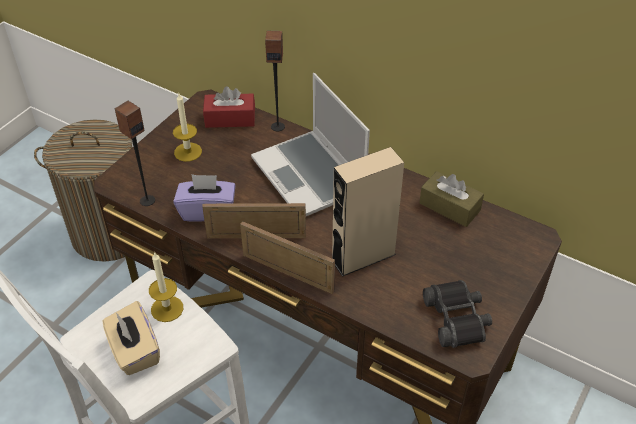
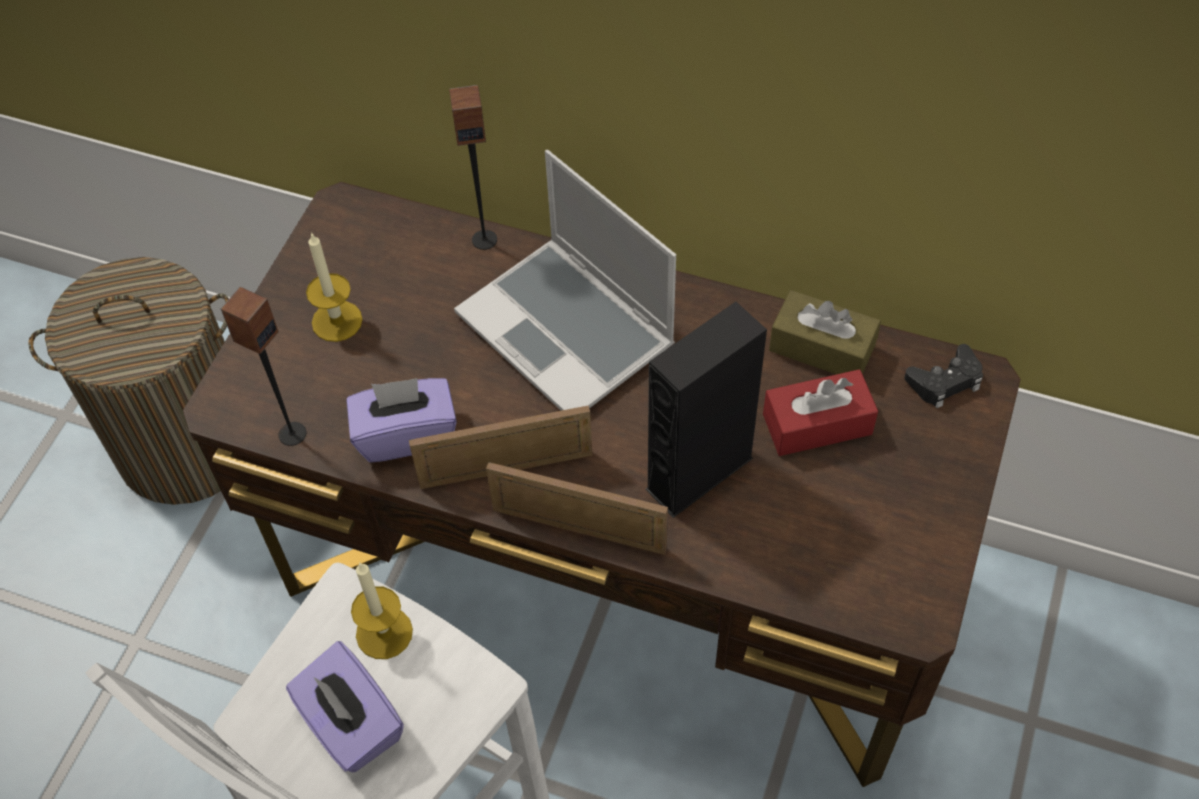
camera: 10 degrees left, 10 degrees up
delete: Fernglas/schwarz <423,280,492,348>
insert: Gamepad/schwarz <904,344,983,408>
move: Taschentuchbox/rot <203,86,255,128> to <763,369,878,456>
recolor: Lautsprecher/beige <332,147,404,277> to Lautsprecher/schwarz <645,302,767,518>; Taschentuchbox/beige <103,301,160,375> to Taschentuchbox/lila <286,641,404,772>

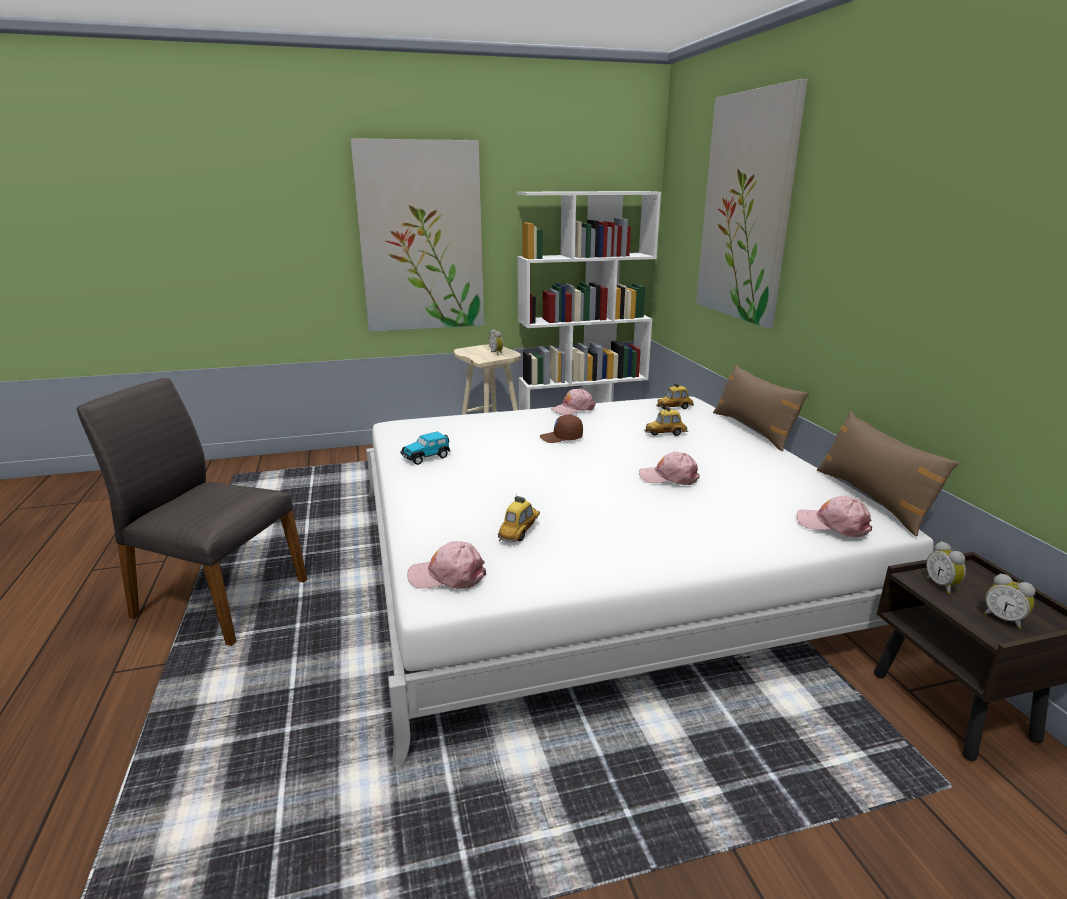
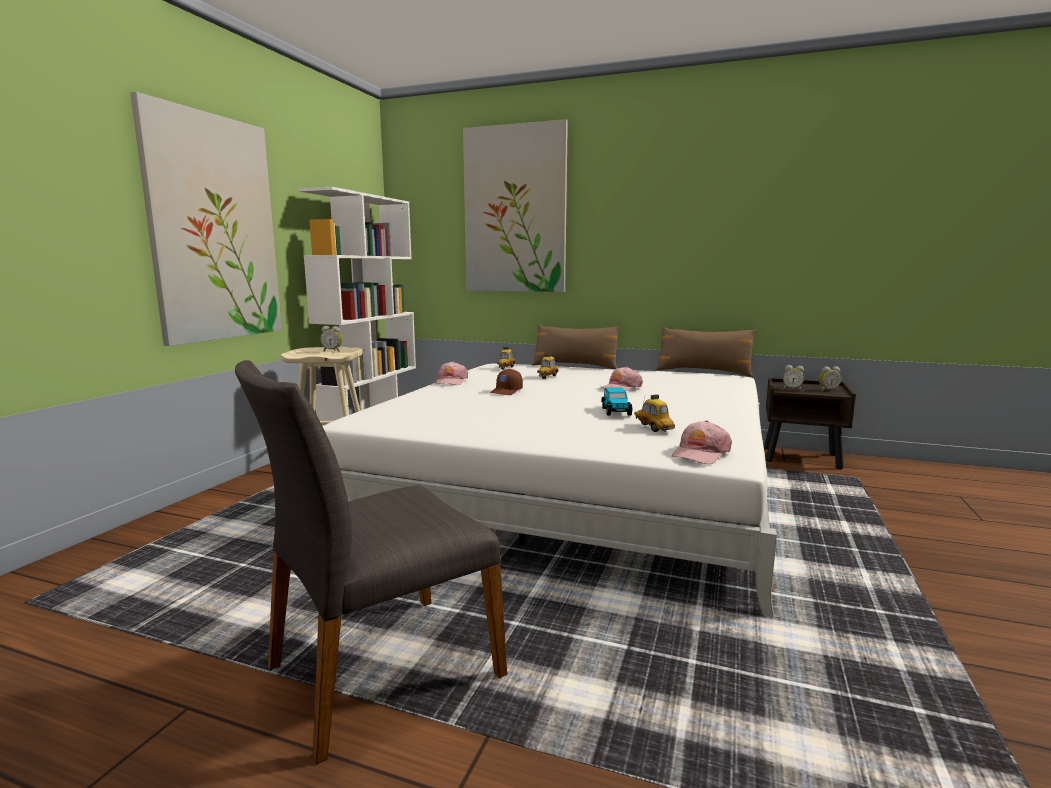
camera: 55 degrees left, 10 degrees down
delete: Kappe/rosa <797,496,872,538>
move: Spielzeugauto <400,431,450,465> to <601,388,632,416>

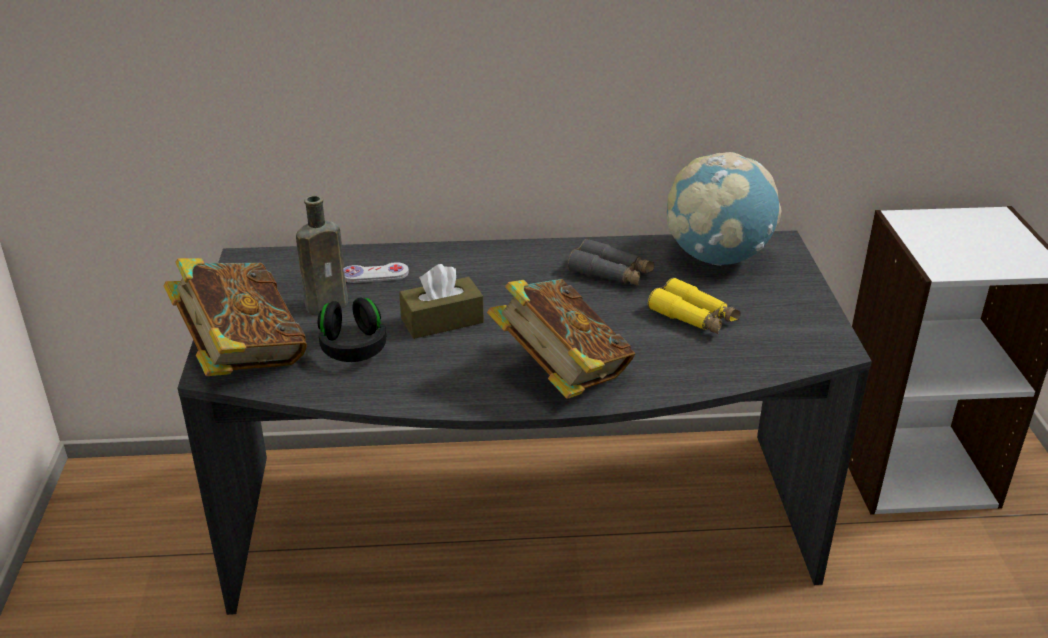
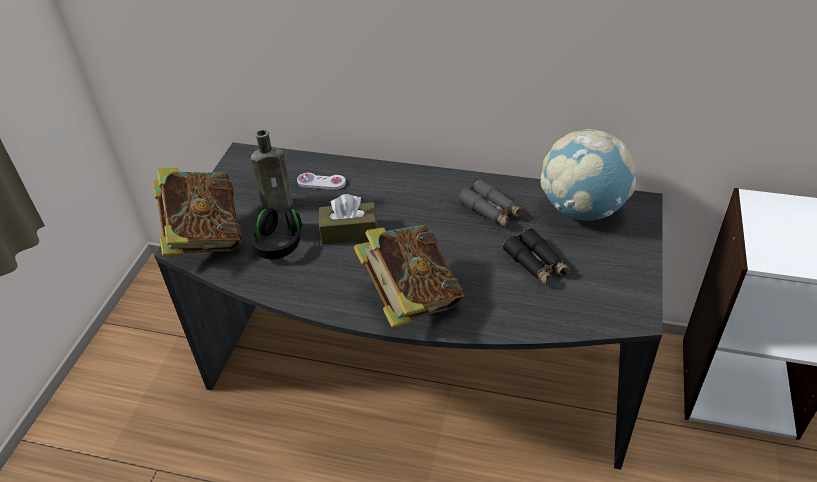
camera: 20 degrees right, 10 degrees up
recolor: Fernglas/gelb <648,277,741,334> to Fernglas/schwarz <503,228,571,286>

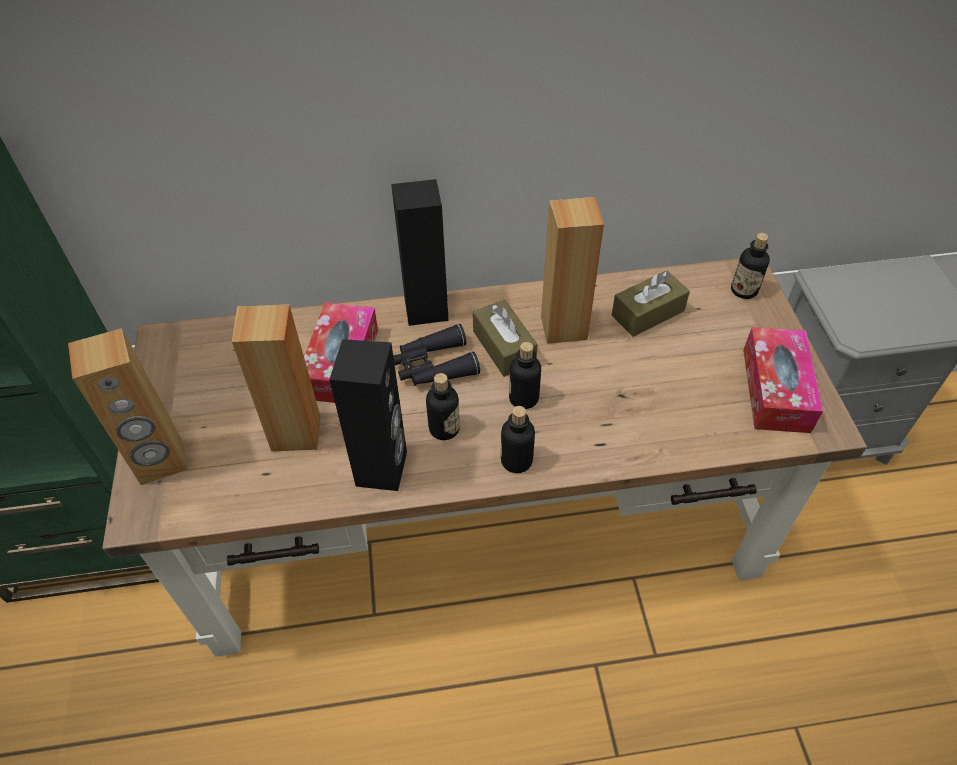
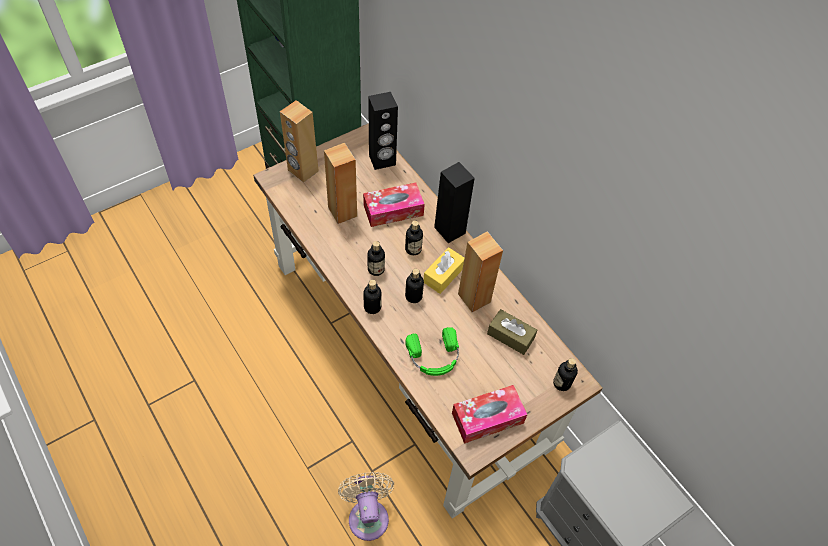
camera: 60 degrees right, 5 degrees up
insert: Kopfhörer/grün <405,327,459,376>; Ventilator/beige <338,472,394,541>
move: Lautsprecher/schwarz <329,339,407,491> to <368,92,398,170>
replace: Fernglas/schwarz <393,324,480,386> to Flasche <405,220,423,255>
recolor: Taschentuchbox/braun <473,300,538,377> to Taschentuchbox/gelb <423,247,464,294>

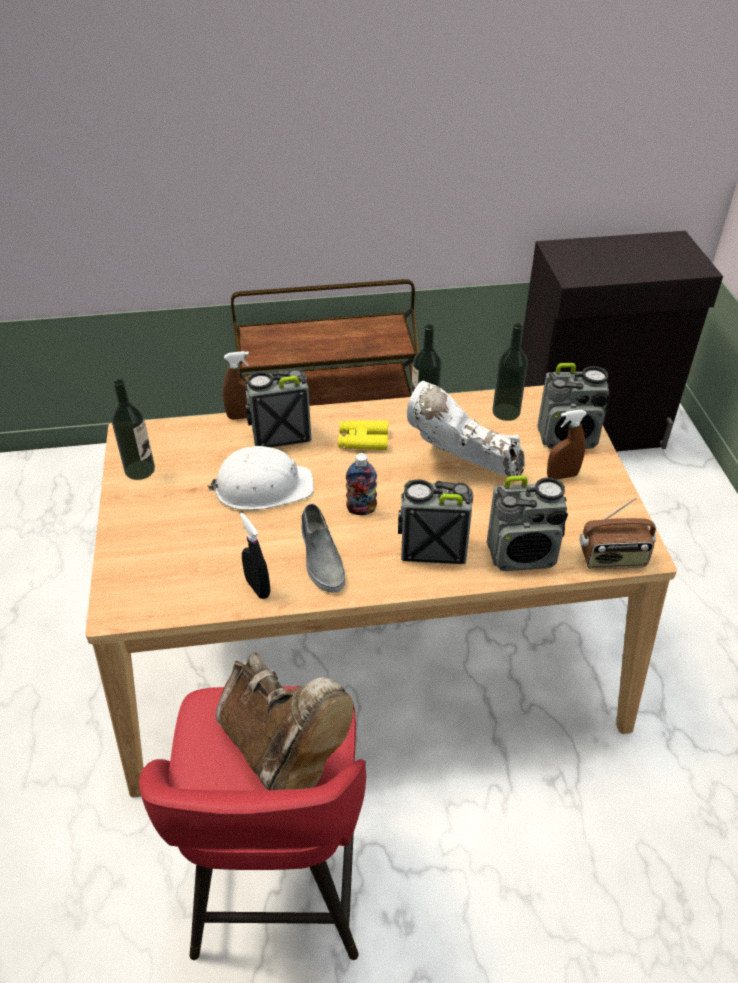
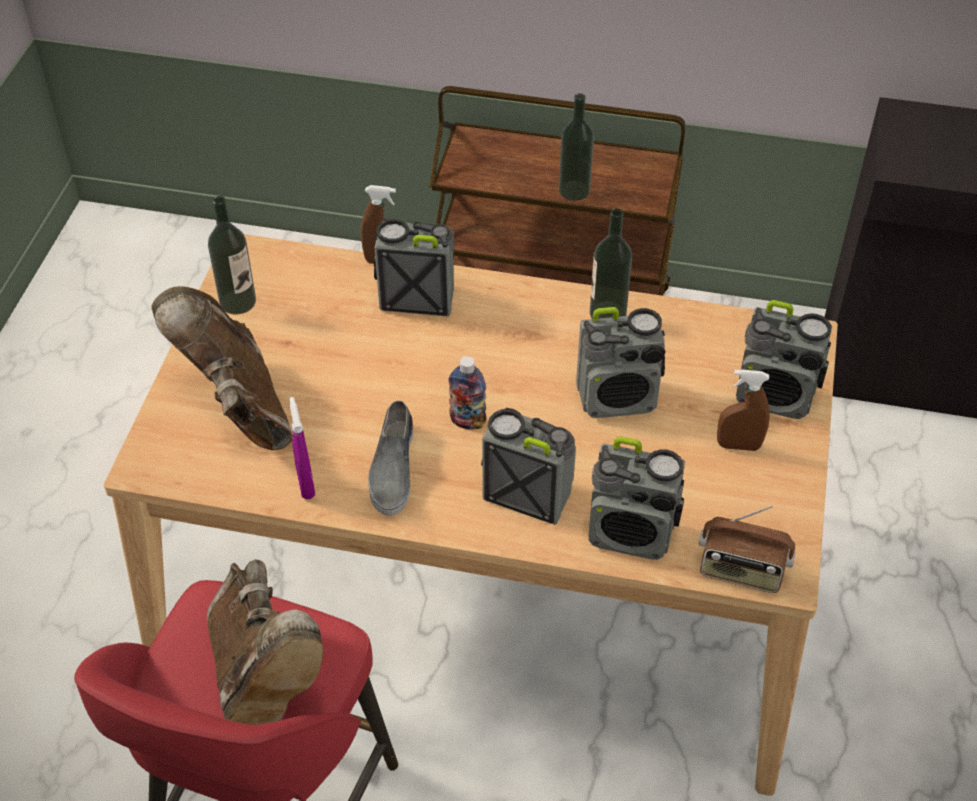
camera: 20 degrees right, 5 degrees up
delete: Fernglas/gelb <338,420,388,450>; Schutzhelm/weiß <207,446,314,510>
insert: Stiefel/braun <151,286,293,450>
move: Flasche <492,323,528,421> to <559,93,594,201>
replace: Stiefel/weiß <407,381,525,477> to Radio <576,307,666,418>
recolor: Sprühflasche/schwarz <240,513,270,599> to Sprühflasche/lila <290,397,315,499>

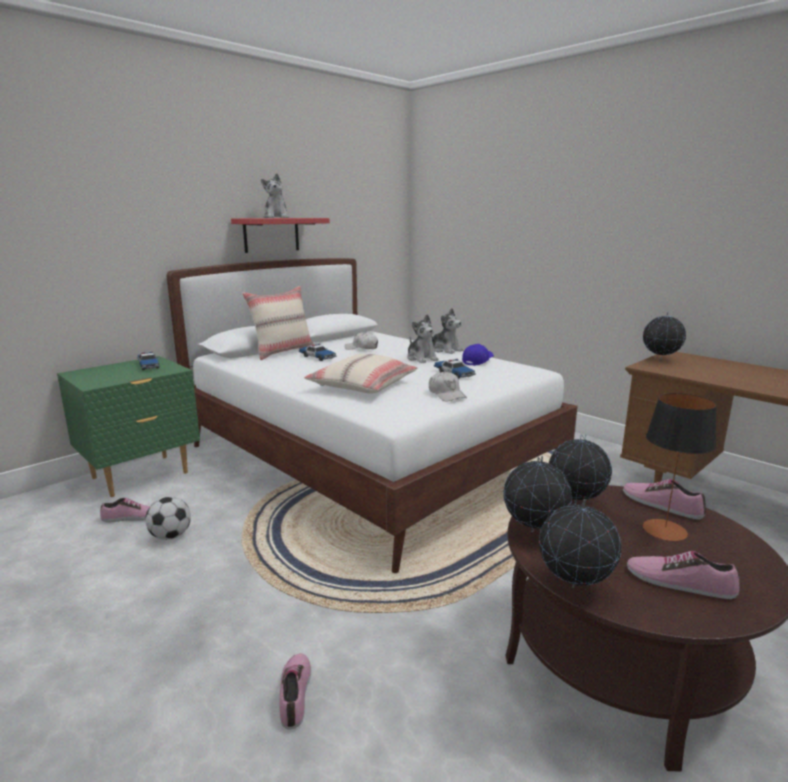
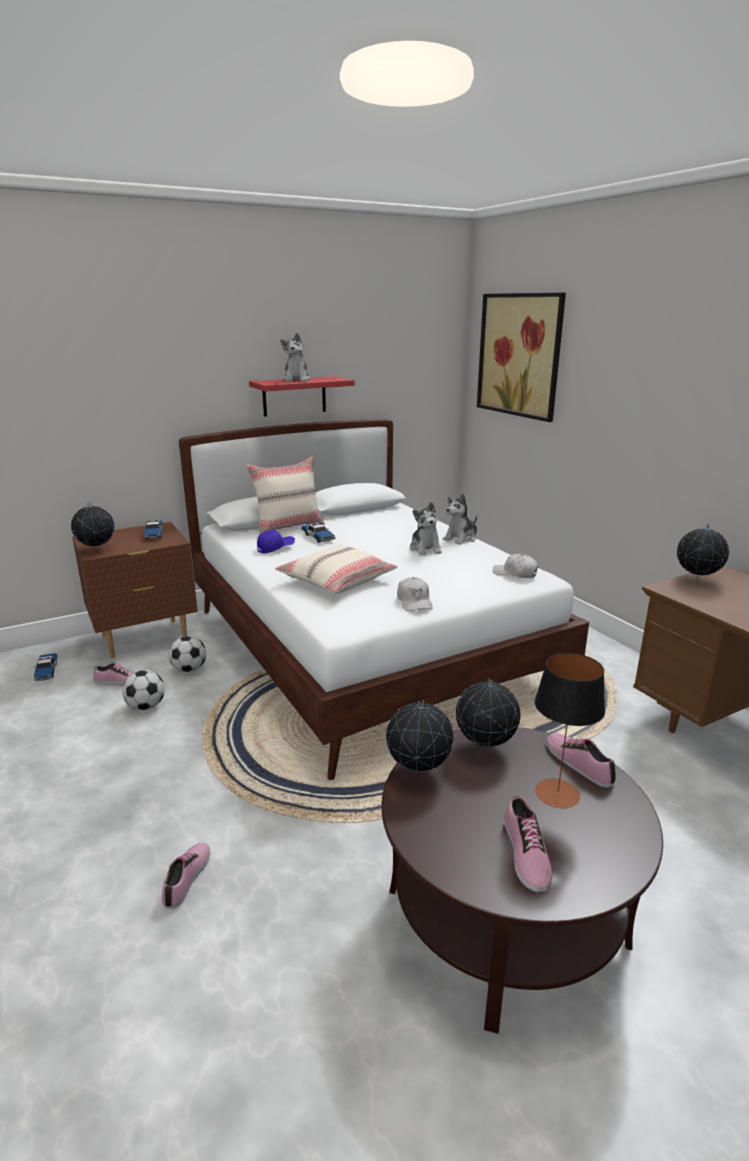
camera: 15 degrees right, 5 degrees up
insert: Bild <477,293,566,422>; Fußball <169,636,206,672>
move: Kappe/weiß <344,332,378,350> to <493,553,538,578>; Kappe/blau <462,344,494,366> to <257,530,295,554>; Spielzeugauto <434,359,476,379> to <34,653,57,681>; Globus <539,499,621,588> to <71,502,115,551>
recolor: Nachttisch/grün <57,356,200,497> to Nachttisch/braun <72,522,198,658>
rotate: Plüschtier <431,308,463,354> = <443,494,477,545> 75 degrees clockwise; Schuh <627,551,740,599> = <504,796,552,892> 135 degrees counterclockwise

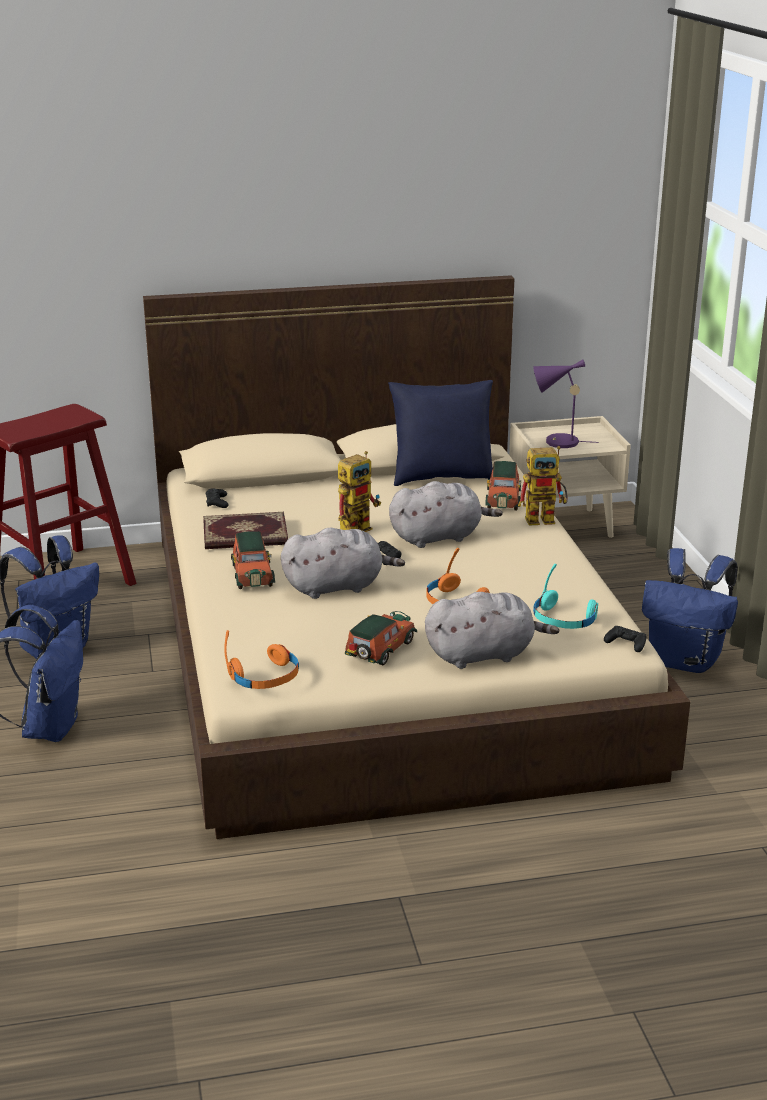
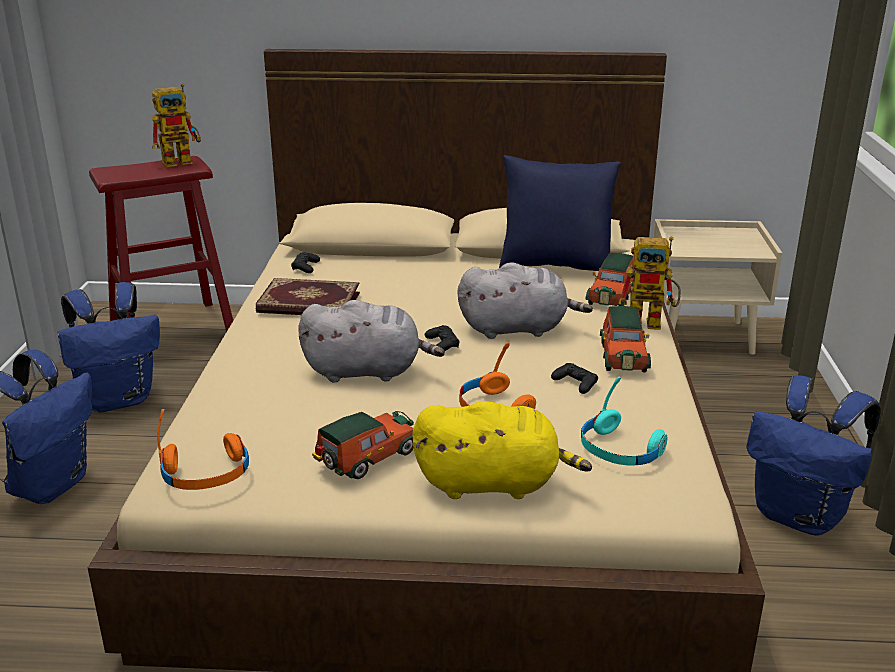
camera: 15 degrees right, 0 degrees up
delete: Tischlampe/lila <533,359,599,448>
move: Spielzeugroboter <338,451,381,532> to <152,83,201,167>; Spielzeugauto <231,531,275,589> to <600,306,651,372>; Gamepad/schwarz <604,626,647,652> to <551,363,598,394>
recolor: Plüschtier/grau <425,592,560,669> to Plüschtier/gelb <412,401,592,499>

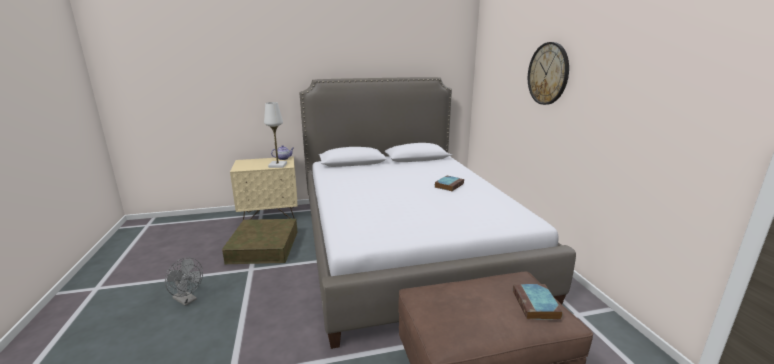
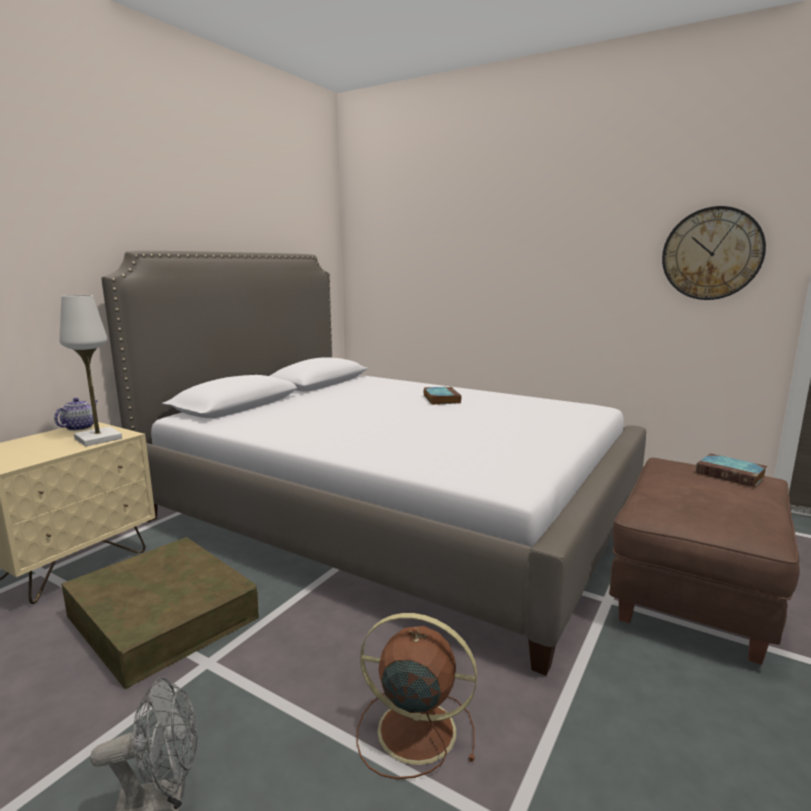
camera: 45 degrees left, 5 degrees down
insert: Ventilator/braun <357,613,477,779>
move: Wanduhr <528,42,569,105> to <662,206,766,300>

